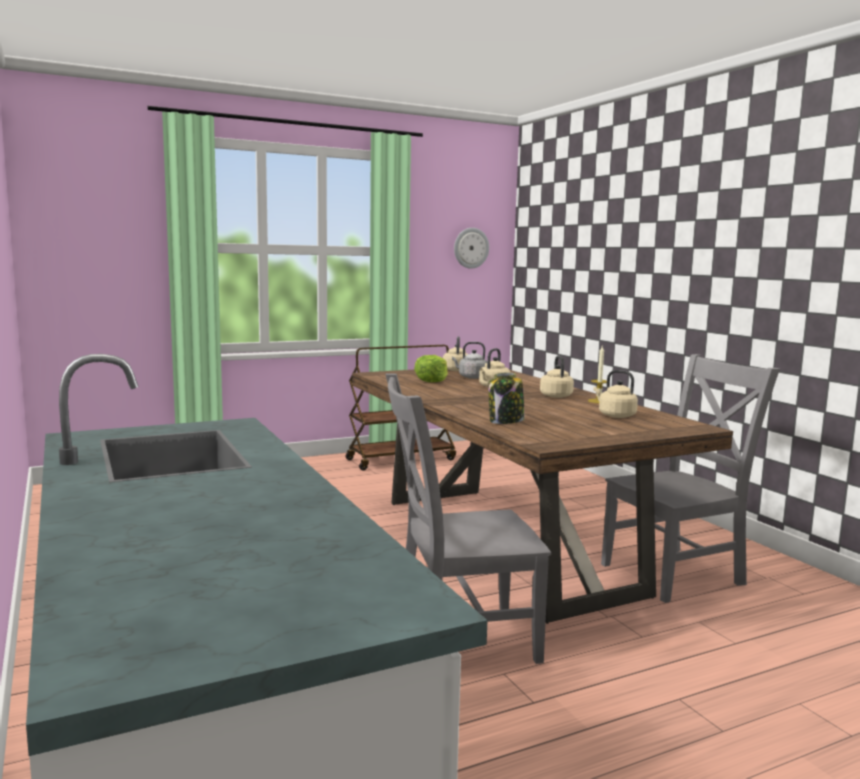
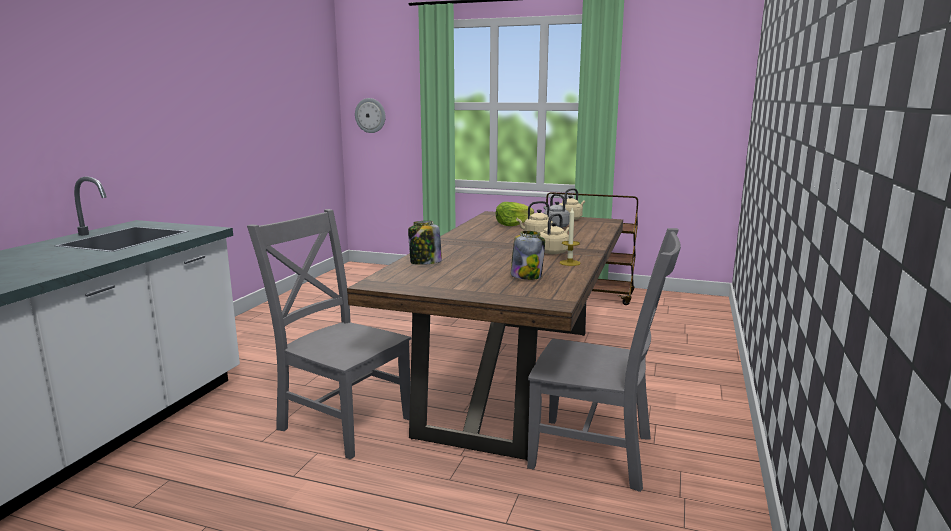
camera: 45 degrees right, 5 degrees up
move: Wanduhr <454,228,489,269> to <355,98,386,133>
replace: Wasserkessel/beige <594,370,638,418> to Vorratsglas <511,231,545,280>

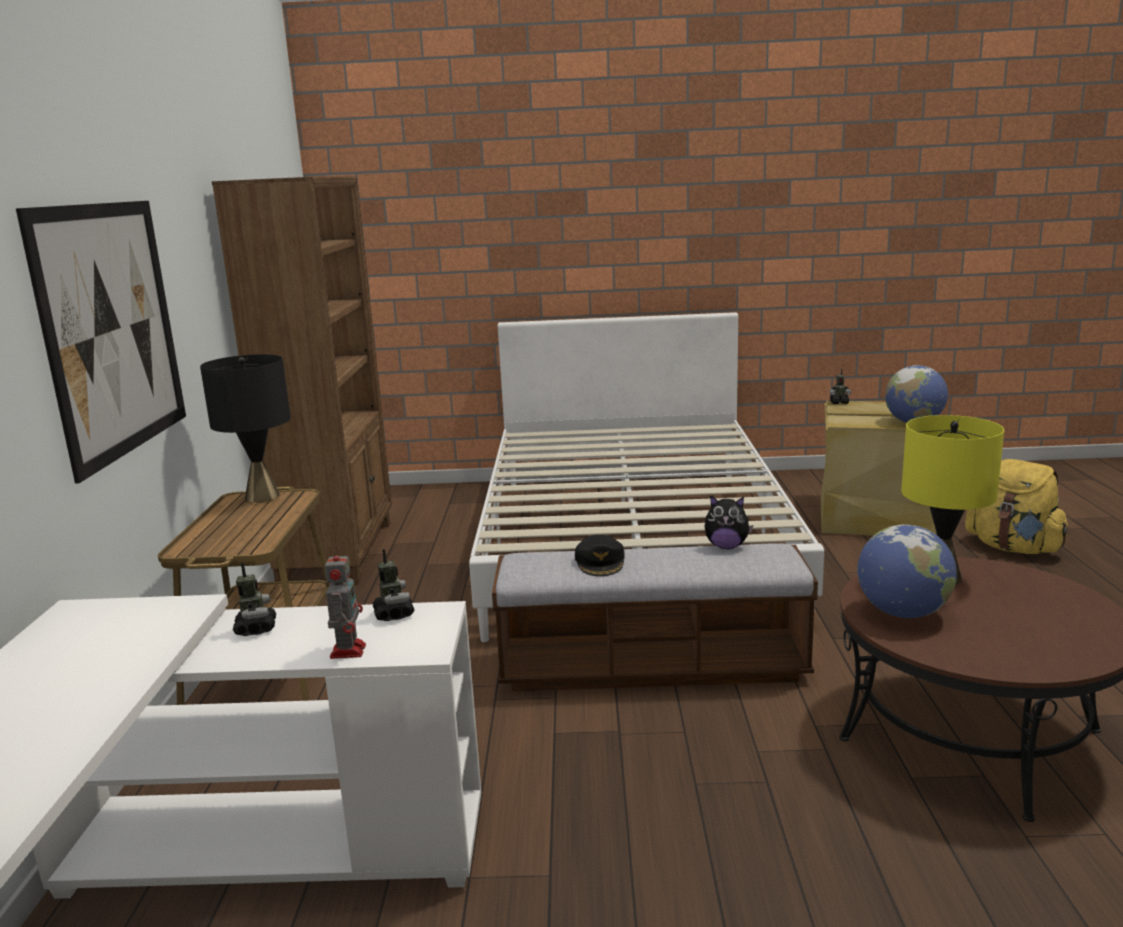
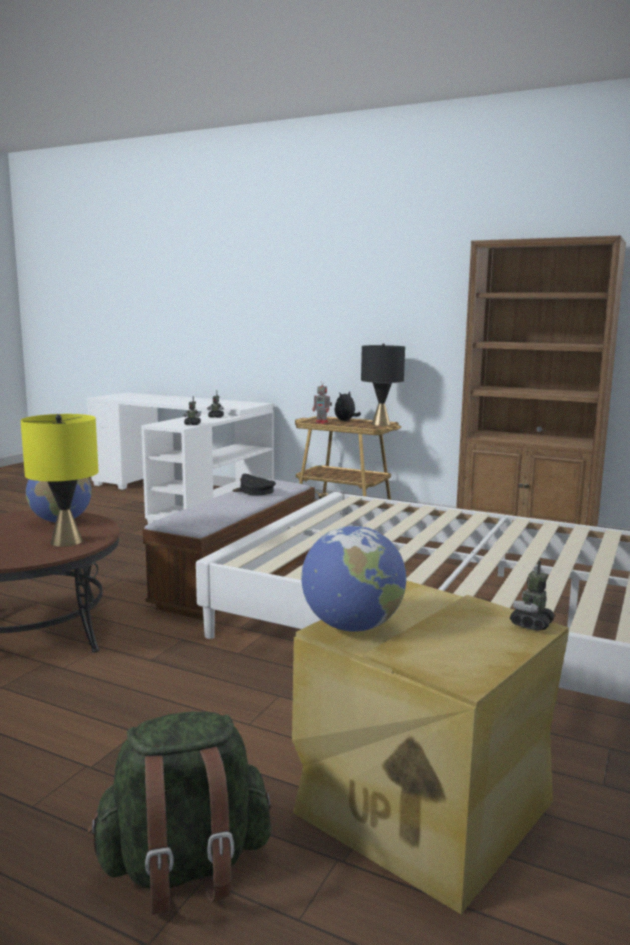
camera: 115 degrees right, 5 degrees down
delete: Bild <16,201,186,483>
move: Plüschtier <704,495,753,549> to <334,391,361,421>; Spielzeugroboter <325,547,366,659> to <313,381,332,424>
recolor: Rucksack/gelb <965,459,1069,554> to Rucksack/grün <88,712,271,915>

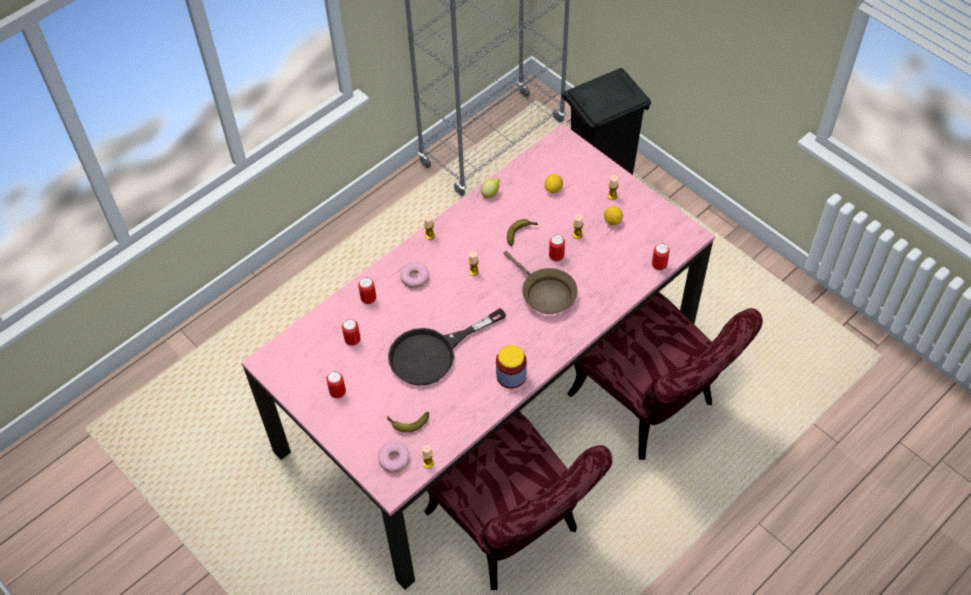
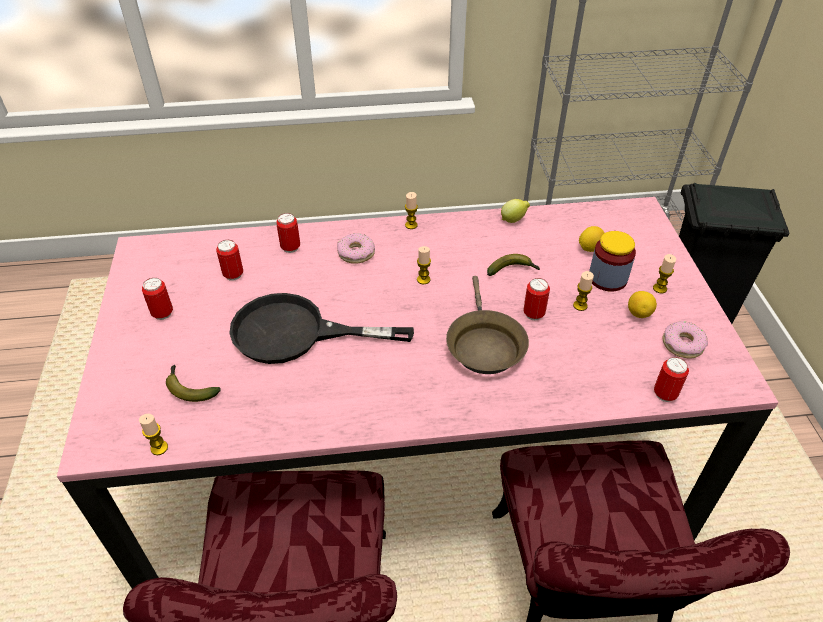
camera: 35 degrees right, 10 degrees down
move: Vorratsglas <496,345,527,389> to <589,231,636,292>; Donut <378,442,410,473> to <662,321,708,358>

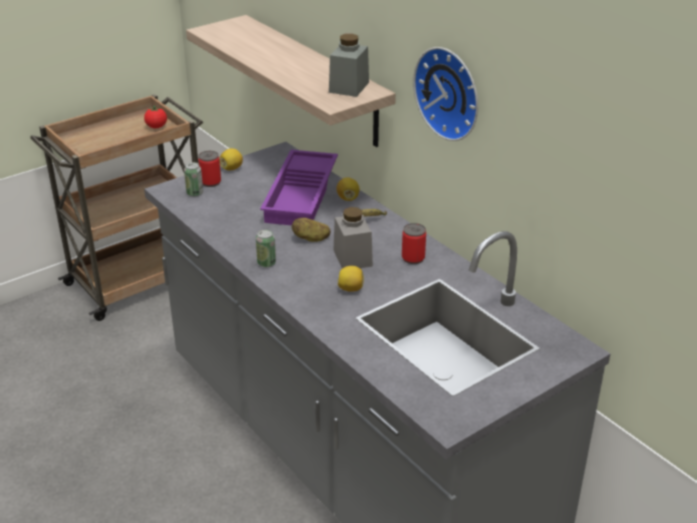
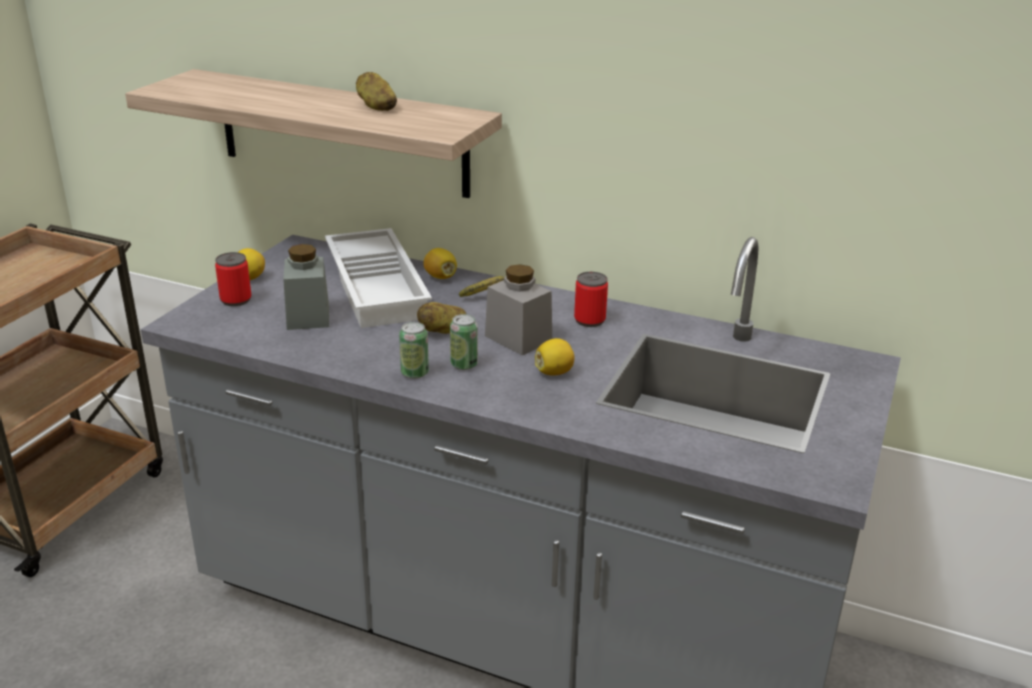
camera: 30 degrees left, 5 degrees down
delete: Wanduhr <413,47,478,141>; Tomate <144,106,167,128>
insert: Kartoffel <356,72,397,111>
move: Vorratsglas/grau <329,34,369,97> to <283,244,329,330>; Dose <184,162,203,197> to <450,314,478,370>
recolor: Tablett/lila <260,150,338,226> to Tablett/weiß <325,228,432,328>

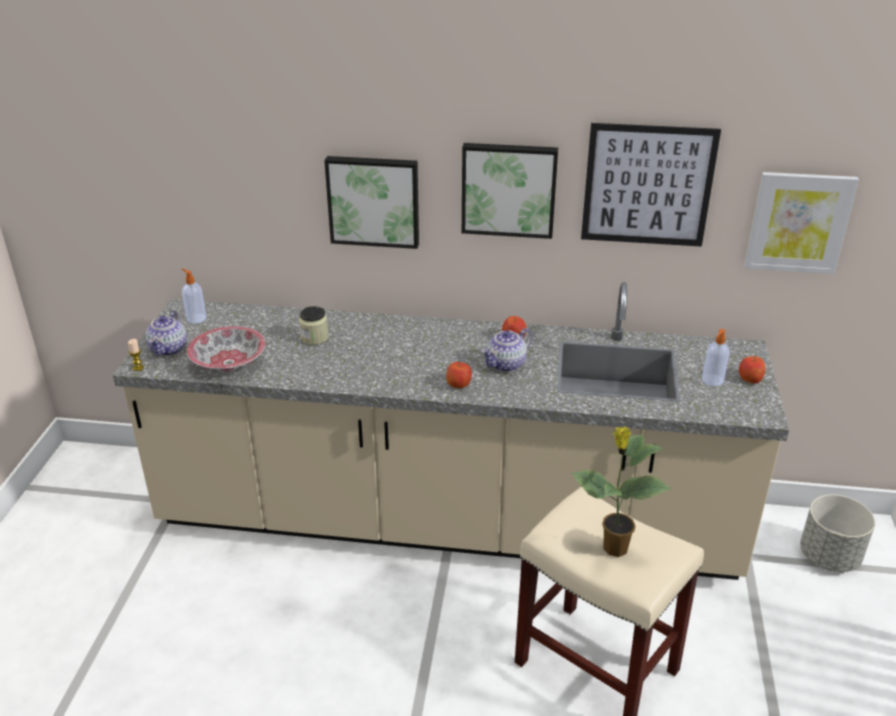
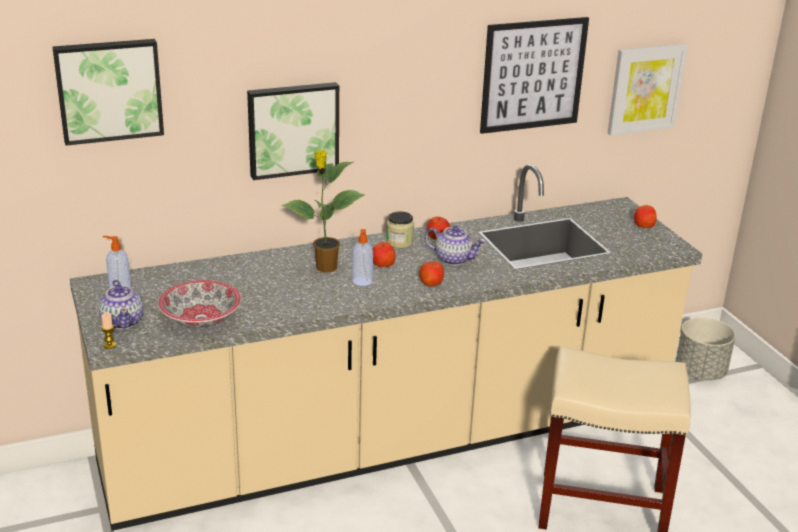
camera: 30 degrees left, 5 degrees down
insert: Apfel <373,242,395,267>
move: Bild <462,143,558,239> to <52,39,164,146>; Vorratsglas <299,306,329,345> to <386,211,414,248>; Seifenspender <702,329,730,386> to <352,229,373,286>; Topfpflanze <571,427,672,557> to <282,150,365,273>
rotate: Teekanne <481,328,532,372> = <424,226,486,265> 90 degrees counterclockwise

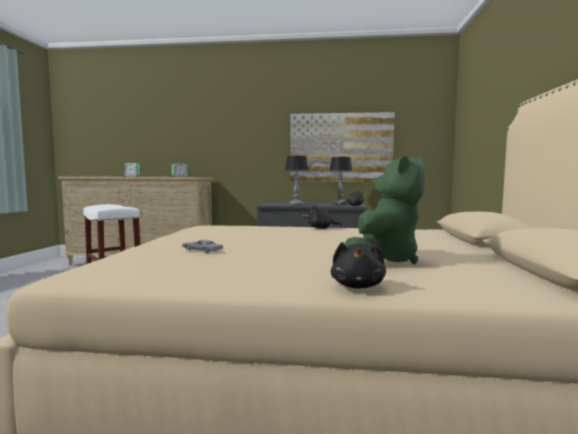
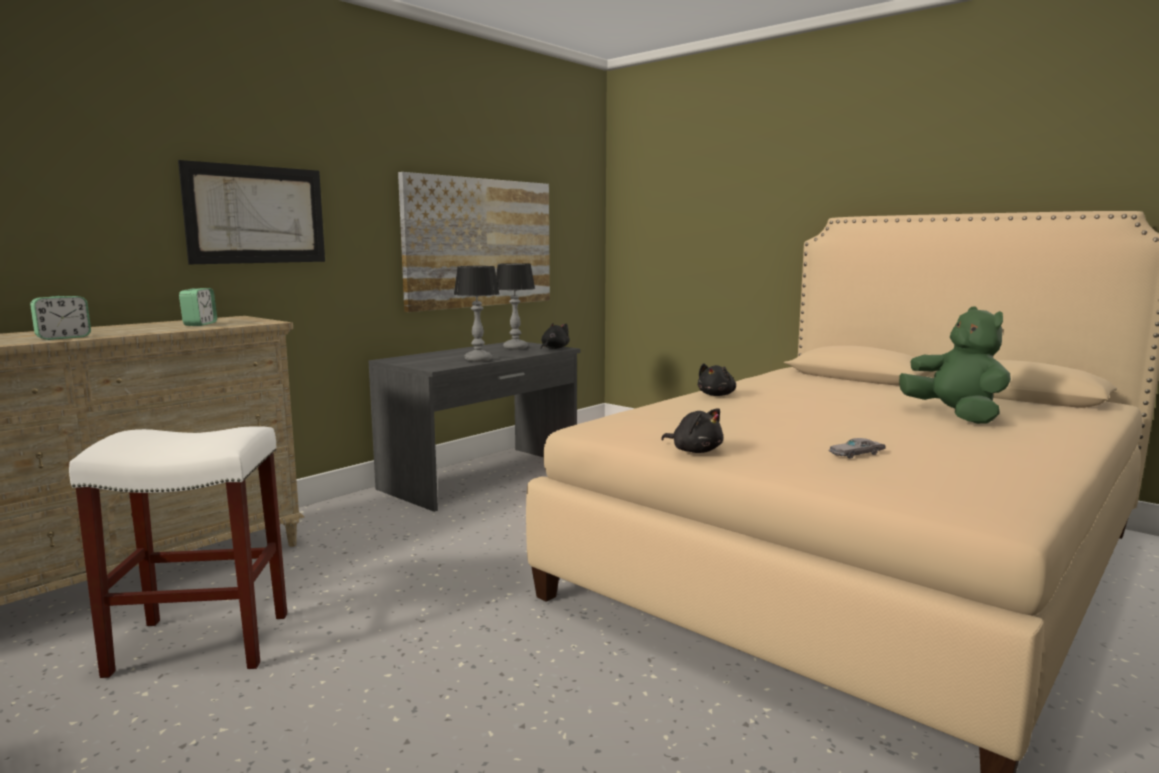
camera: 55 degrees left, 5 degrees up
insert: Bild <178,160,325,264>
move: Plüschtier/schwarz <331,242,386,289> to <661,408,723,453>

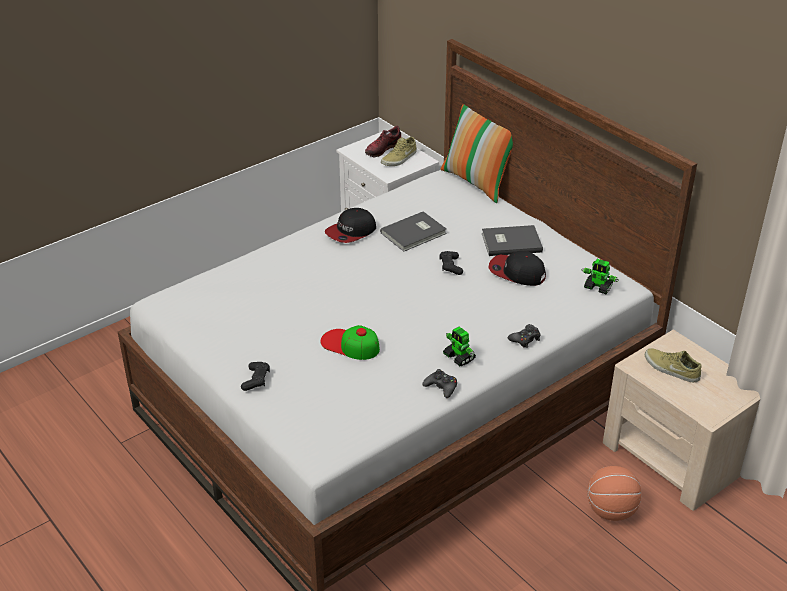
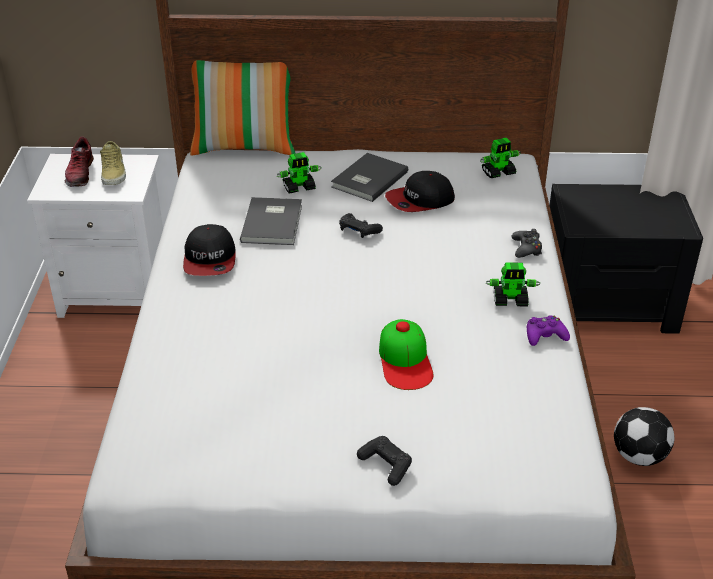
camera: 50 degrees left, 0 degrees up
delete: Schuh/beige <645,348,702,382>; Basketball <587,466,642,521>
insert: Spielzeugroboter <277,152,321,193>; Fußball <614,407,675,466>
recolor: Nachttisch/beige <603,329,760,511> to Nachttisch/schwarz <549,184,703,334>; Gamepad/schwarz <423,369,457,398> to Gamepad/lila <527,316,570,346>
rotate: Kappe <320,325,380,360> = <379,319,433,390> 75 degrees counterclockwise

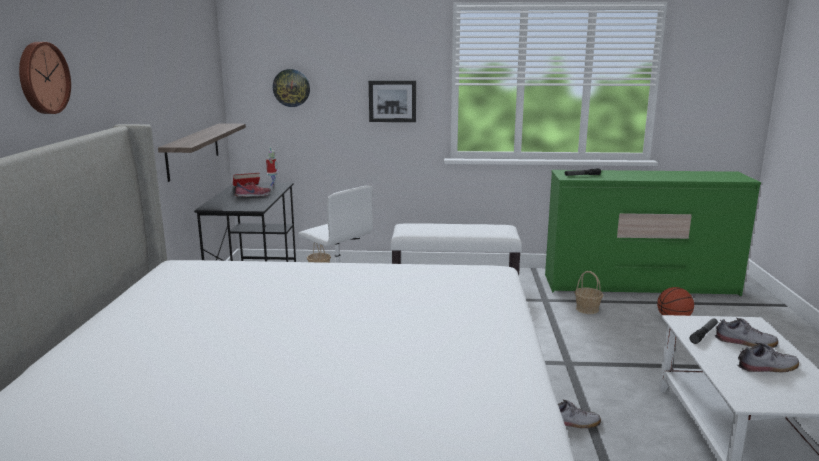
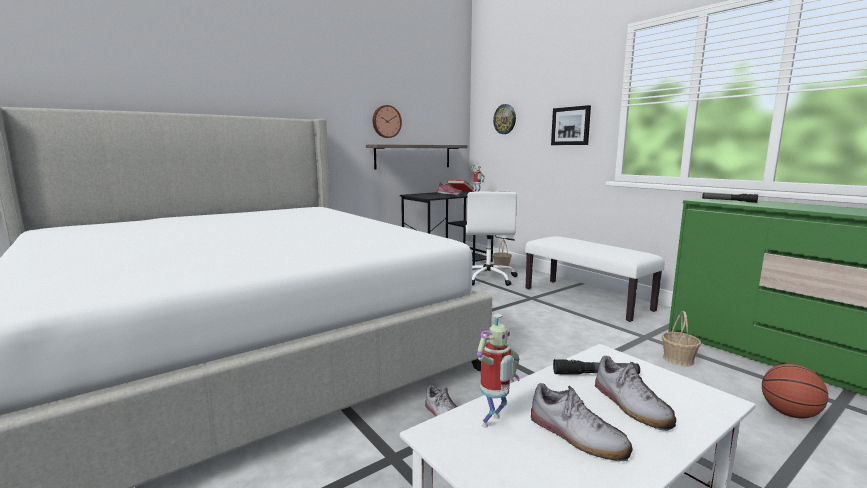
camera: 50 degrees right, 5 degrees down
insert: Spielzeugroboter <477,314,520,428>
move: Wanduhr <19,42,71,114> to <373,105,402,138>

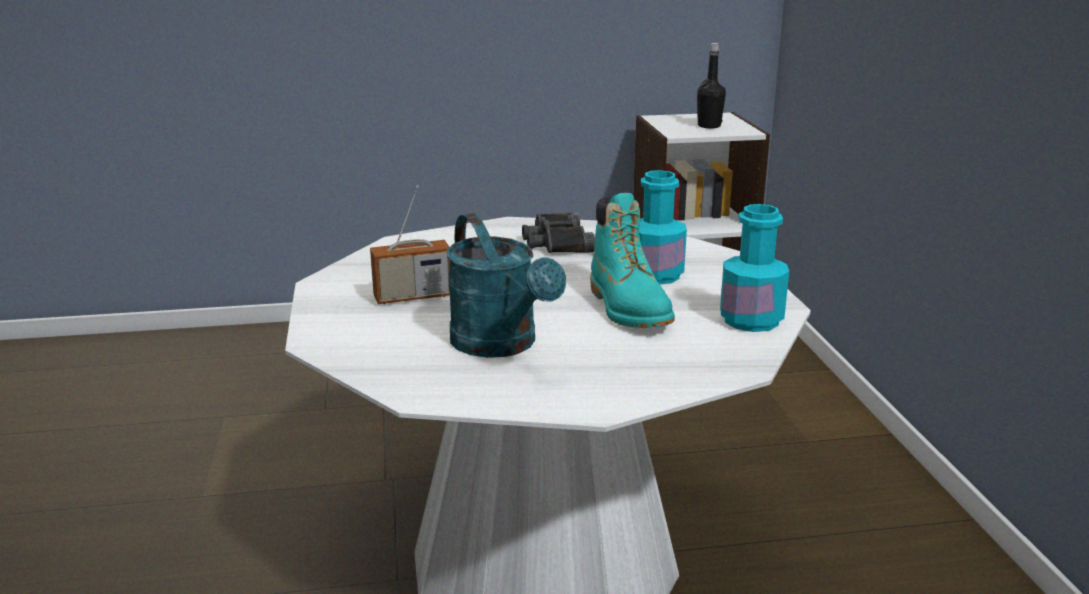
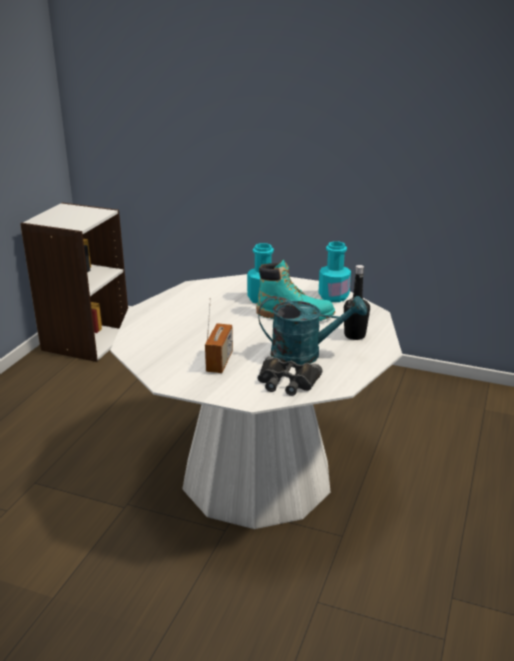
camera: 60 degrees left, 5 degrees up
move: Flasche/schwarz <697,43,726,128> to <344,265,370,340>; Fernglas/schwarz <522,212,595,253> to <258,356,322,396>

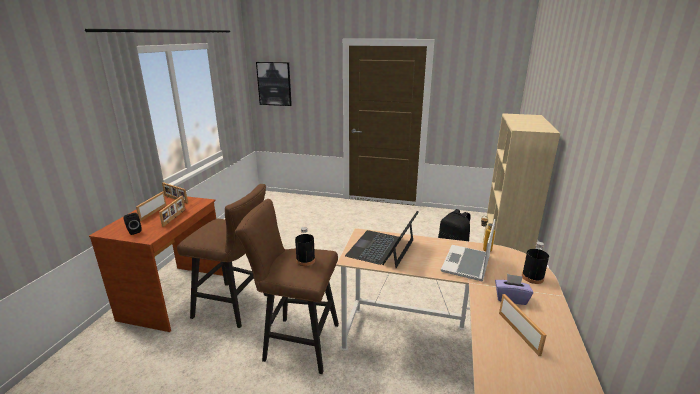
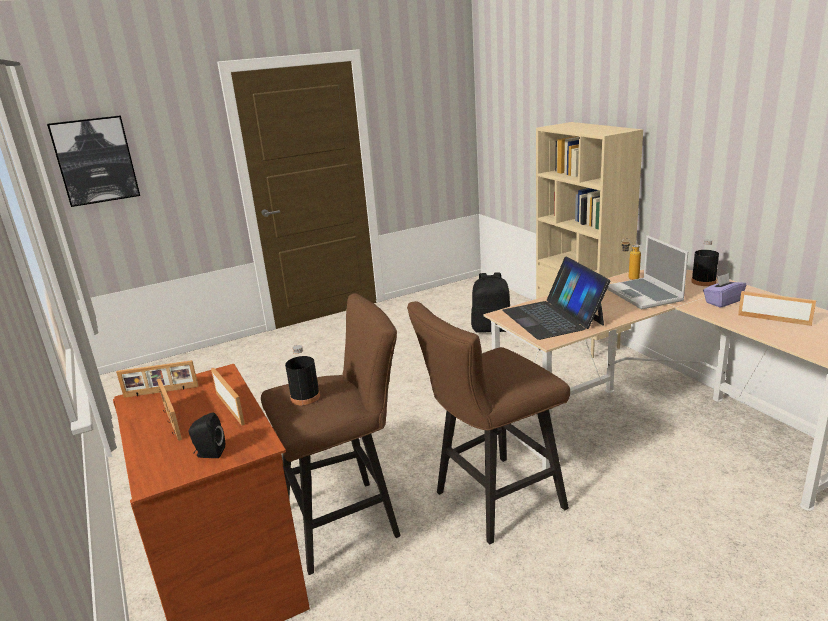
camera: 40 degrees left, 0 degrees up
move: Flasche/schwarz <295,227,315,266> to <285,345,320,405>

